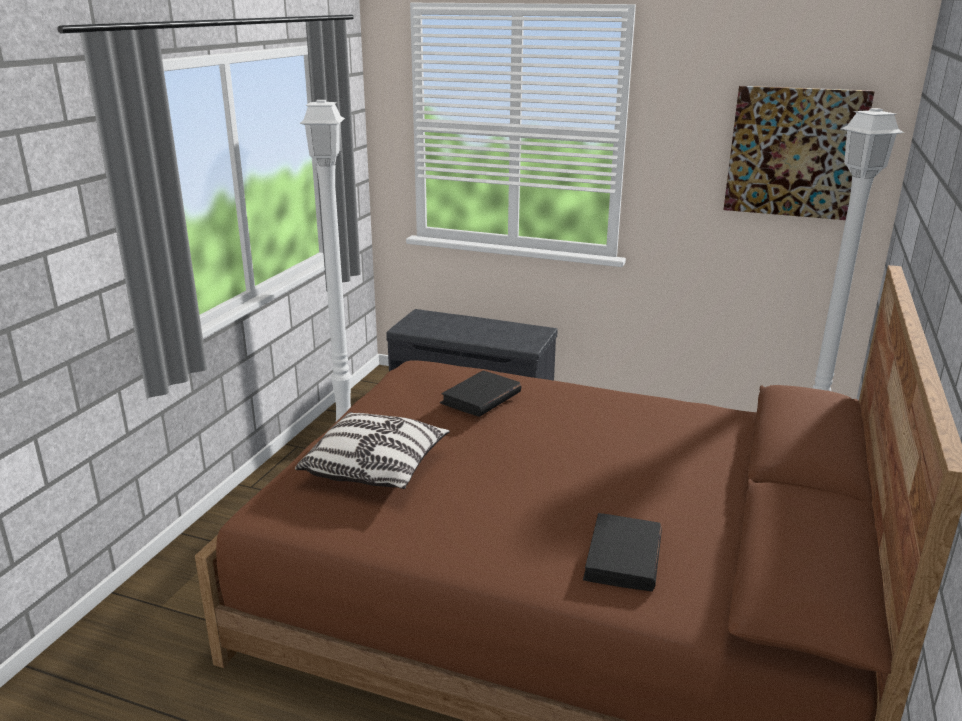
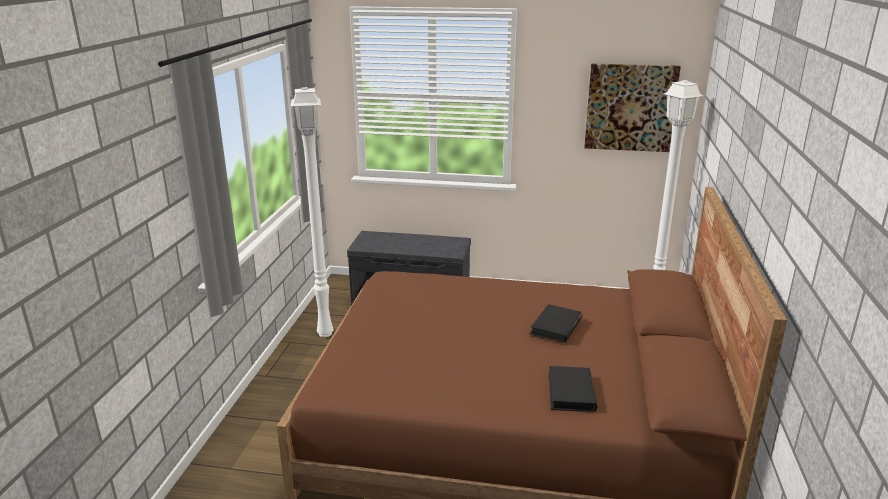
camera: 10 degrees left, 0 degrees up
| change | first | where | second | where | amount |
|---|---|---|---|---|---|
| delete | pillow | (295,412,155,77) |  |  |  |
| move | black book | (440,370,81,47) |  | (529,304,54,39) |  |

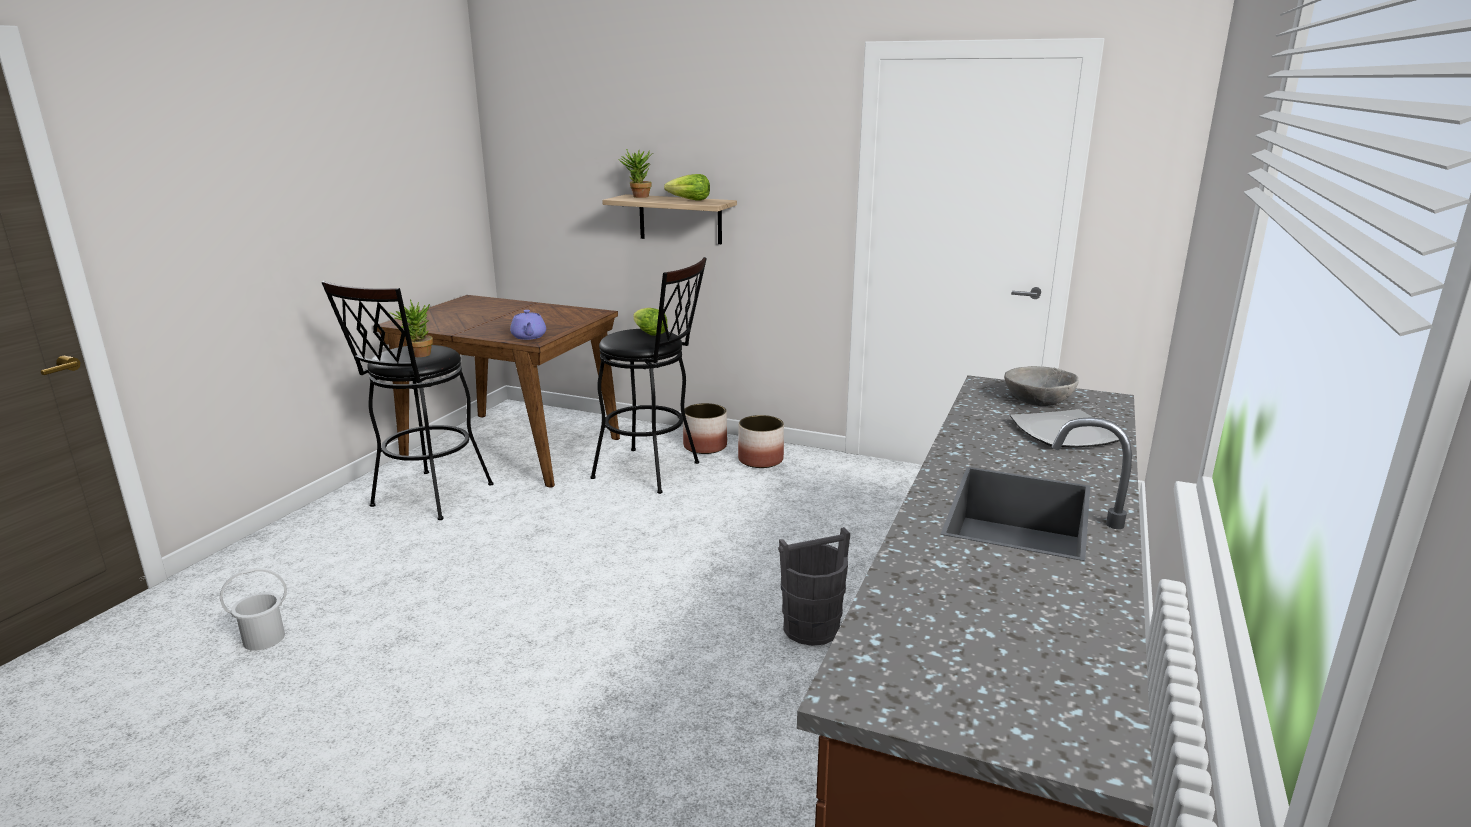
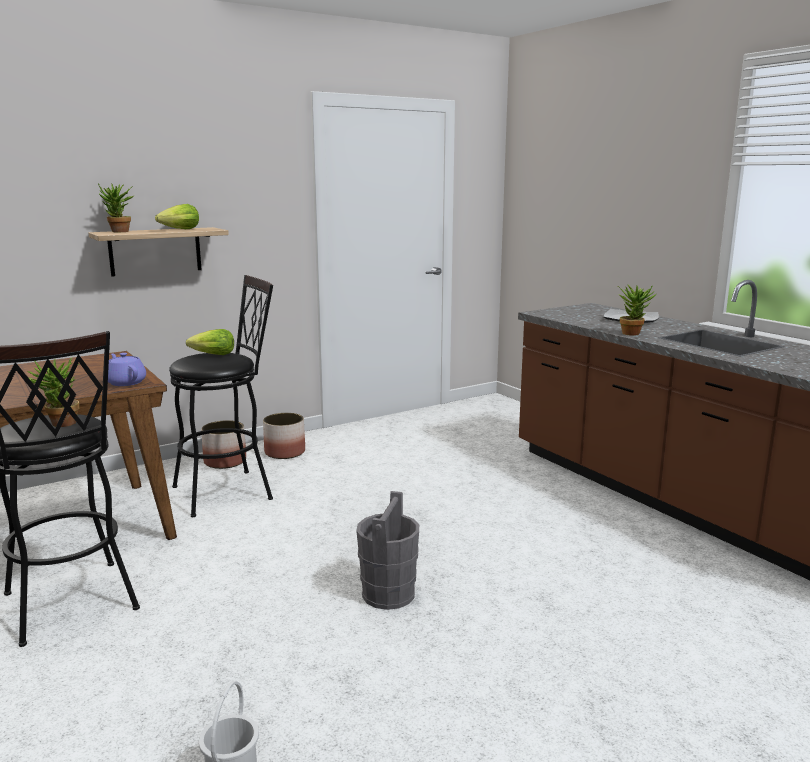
camera: 55 degrees left, 5 degrees down
| change | first | where | second | where | amount |
|---|---|---|---|---|---|
| rotate | purple teapot | (510,310,36,30) |  | (108,353,38,33) | 150 degrees counterclockwise |
| move | grey bucket | (778,527,72,119) |  | (356,491,63,119) |  |
| delete | grey bowl | (1004,366,75,40) |  |  |  |
| insert |  |  | potted plant | (618,285,38,51) |  |

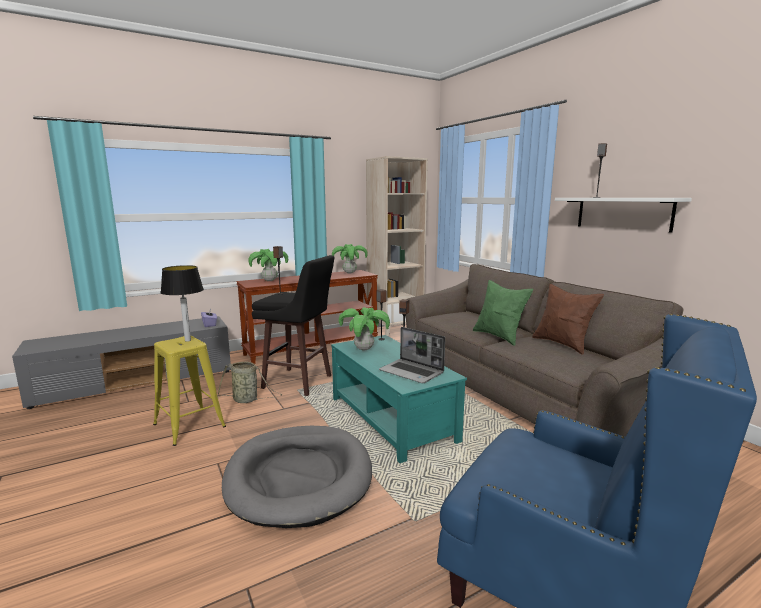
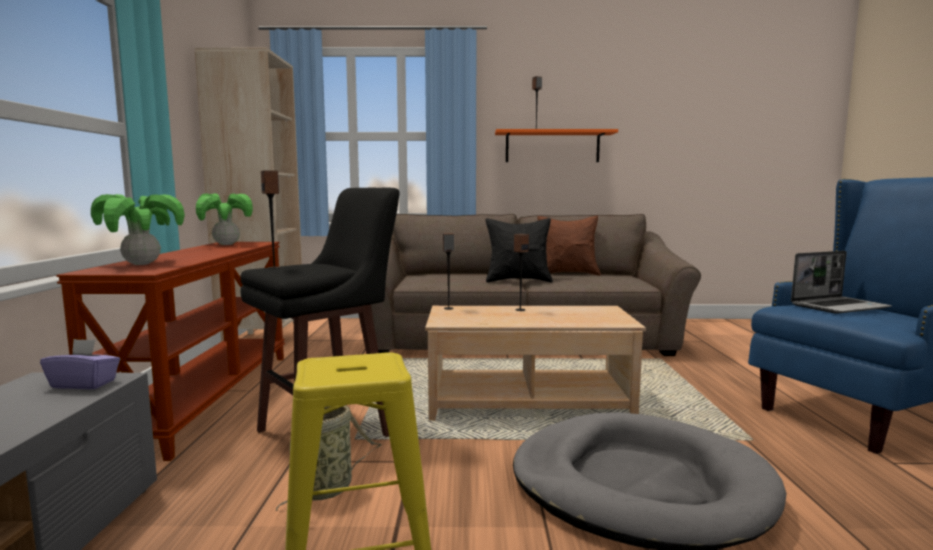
camera: 60 degrees left, 5 degrees down
| change | first | where | second | where | amount |
|---|---|---|---|---|---|
| delete | table lamp | (161,265,43,77) |  |  |  |
| recolor | turquoise coffee table | (331,335,136,128) | beige coffee table | (425,306,221,115) |  |
| delete | potted plant | (339,307,51,43) |  |  |  |
| move | laptop | (379,327,66,56) |  | (791,251,101,63) |  |
| recolor | green pillow | (473,280,60,66) | black pillow | (486,218,67,65) |  |
| recolor | white shelf | (555,198,137,35) | orange shelf | (495,129,123,33) |  |

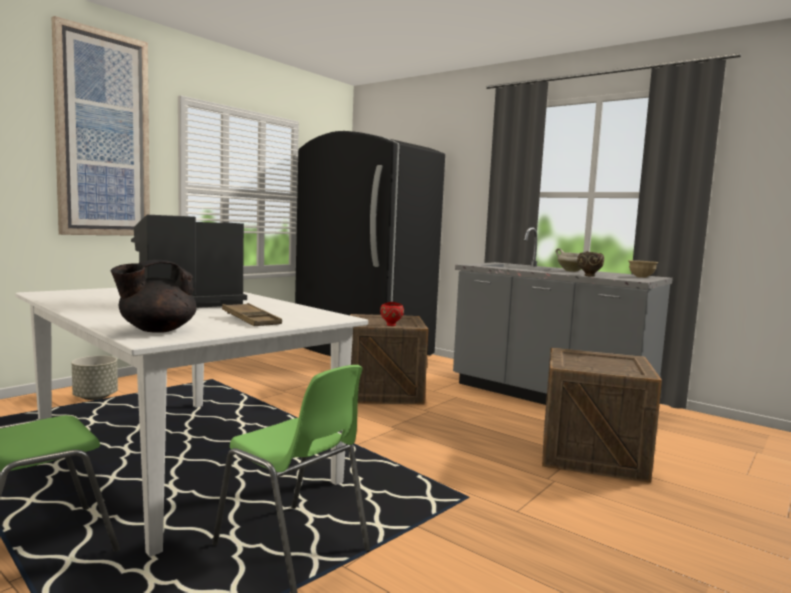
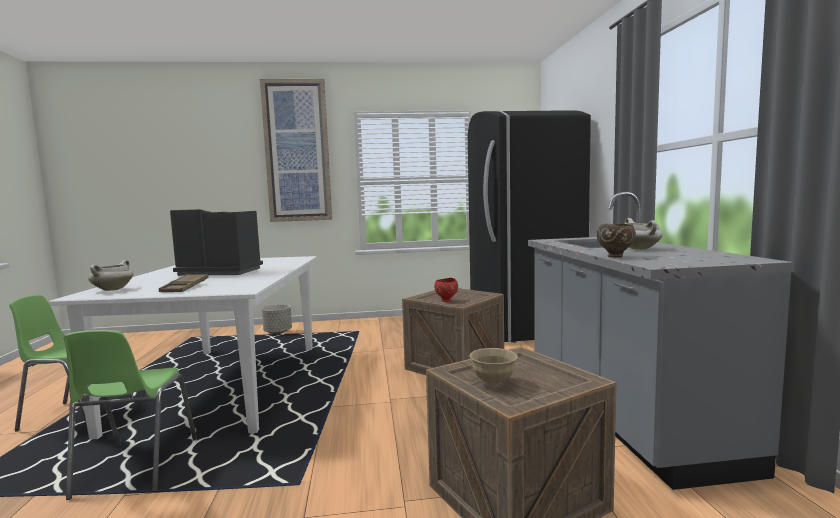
camera: 45 degrees right, 0 degrees up
| change | first | where | second | where | amount |
|---|---|---|---|---|---|
| replace | black teapot | (111,260,86,73) | white cooking pot | (88,260,45,31) |  |
| move | beige bowl | (628,260,31,18) |  | (470,348,48,37) |  |

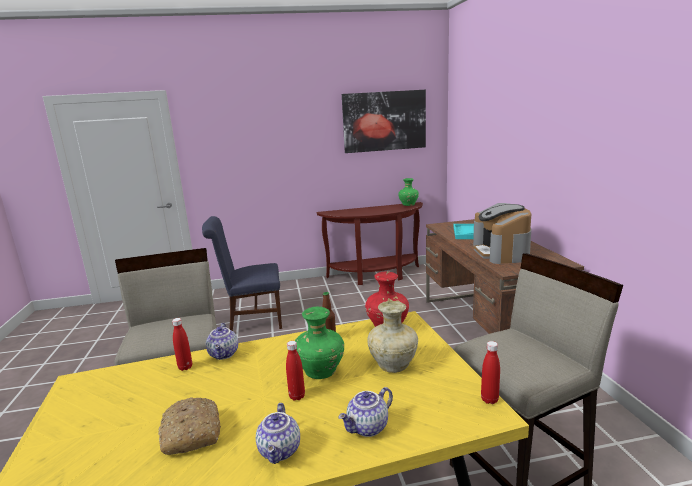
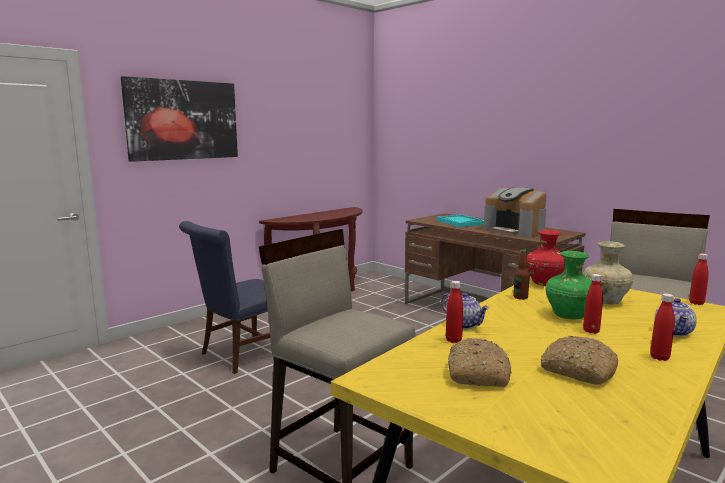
camera: 35 degrees left, 5 degrees down
| change | first | where | second | where | amount |
|---|---|---|---|---|---|
| replace | teapot | (256,403,44,61) | red bottle | (650,293,25,68) |  |
| move | picture | (342,90,84,63) |  | (121,76,117,86) |  |
| delete | green vase | (398,178,21,28) |  |  |  |
| insert |  |  | bread | (448,338,64,49) |  |

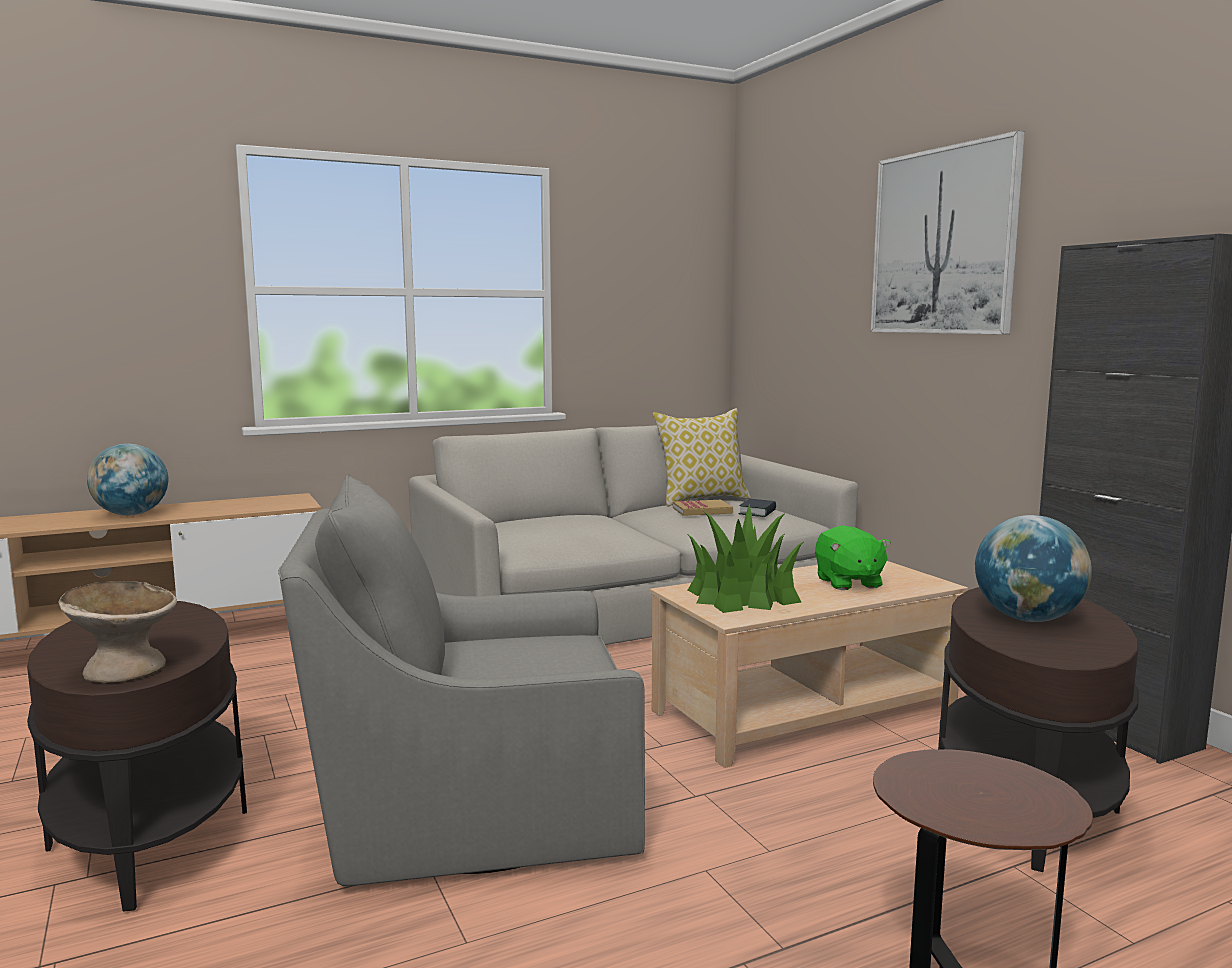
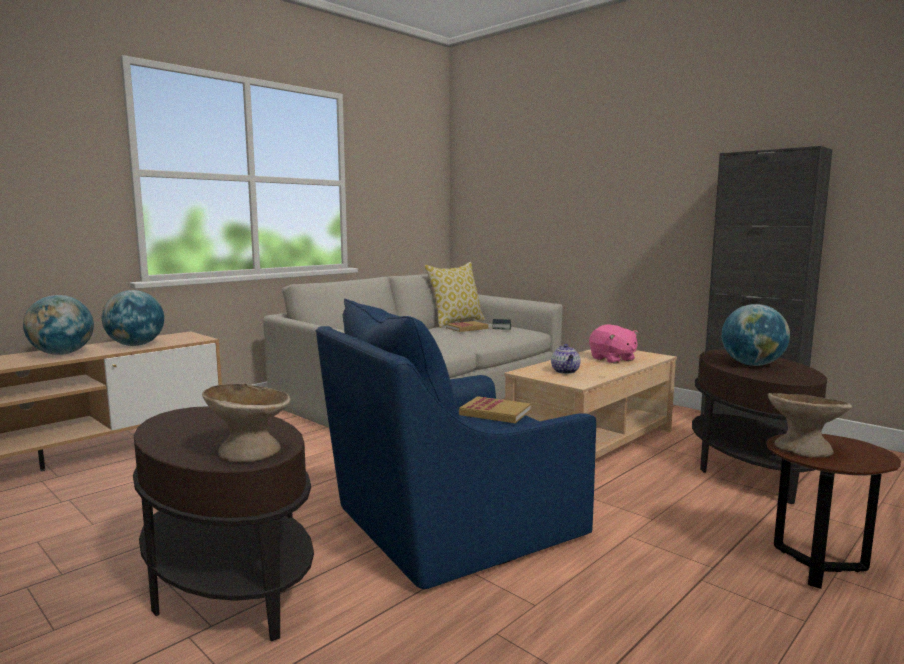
camera: 20 degrees left, 0 degrees up
| change | first | where | second | where | amount |
|---|---|---|---|---|---|
| recolor | grey armchair | (278,474,367,413) | blue armchair | (316,299,280,290) |  |
| replace | potted plant | (688,504,115,109) | teapot | (551,344,30,30) |  |
| recolor | green plush toy | (815,525,76,65) | pink plush toy | (589,324,50,40) |  |
| delete | picture | (871,131,154,203) |  |  |  |
| insert |  |  | globe | (102,290,62,56) |  |
| insert |  |  | book | (459,396,72,27) |  |
| insert |  |  | beige bowl | (768,393,84,64) |  |

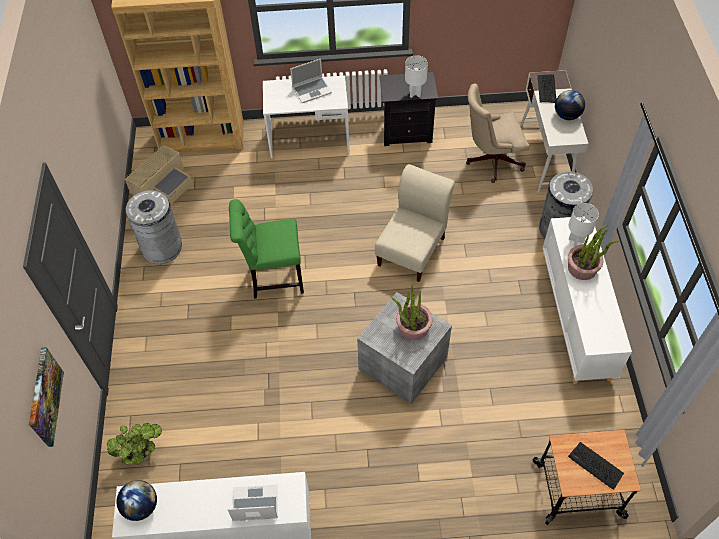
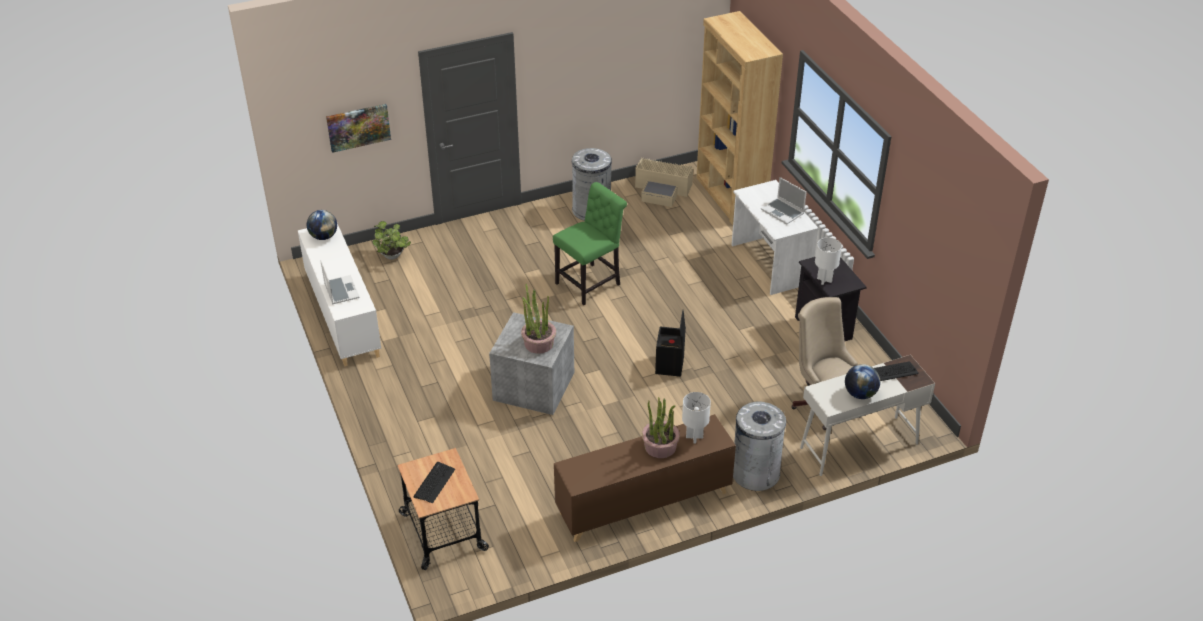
camera: 70 degrees right, 15 degrees down
| change | first | where | second | where | amount |
|---|---|---|---|---|---|
| rotate | green chair | (229,199,75,100) |  | (553,182,74,123) | 75 degrees clockwise |
| replace | beige chair | (375,164,80,118) | black storage box | (655,310,31,67) |  |
| recolor | white cabinet | (543,217,89,167) | brown cabinet | (554,414,182,128) |  |

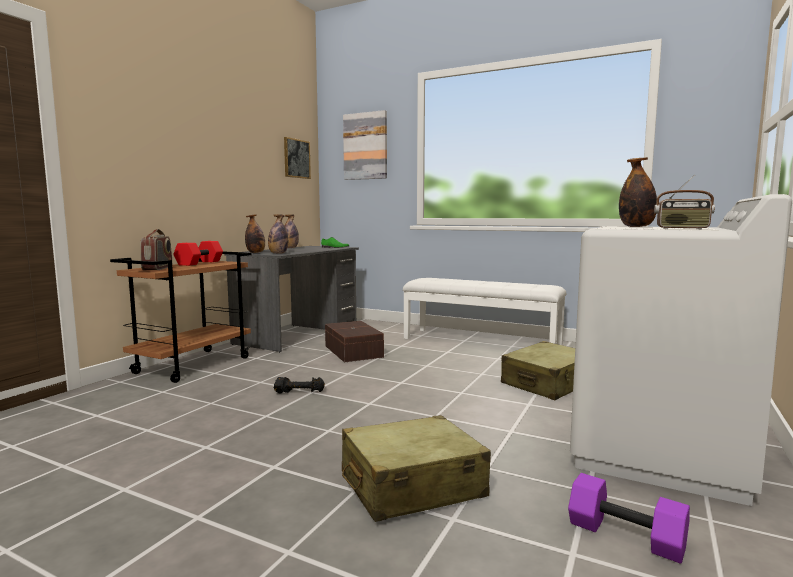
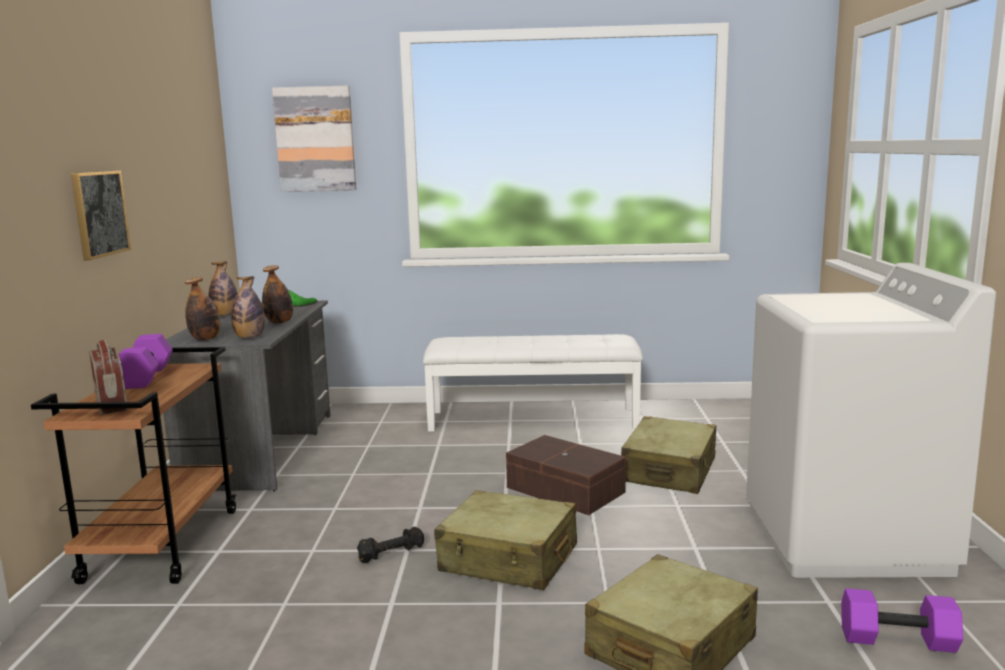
camera: 25 degrees left, 5 degrees up
| change | first | where | second | where | amount |
|---|---|---|---|---|---|
| recolor | red dumbbell | (173,241,50,25) | purple dumbbell | (119,334,54,55) |  |
| move | picture | (284,137,27,42) |  | (71,170,60,90) |  |
| move | brown storage box | (325,321,59,41) |  | (506,435,120,80) |  |
| move | bottle | (619,157,38,70) |  | (262,265,31,59) |  |
| delete | radio | (654,174,61,56) |  |  |  |
| insert |  |  | beige suitcase | (434,490,143,100) |  |

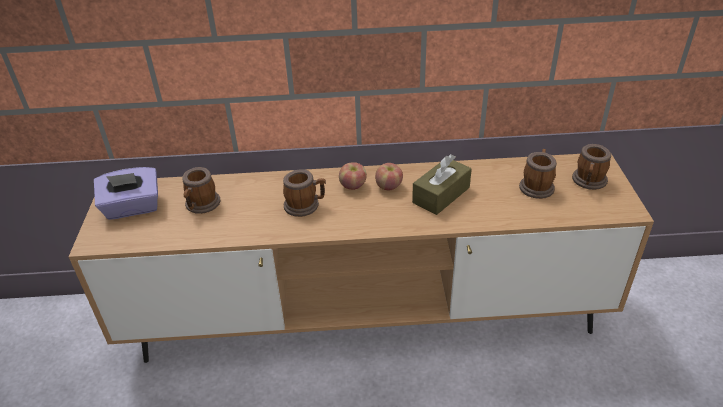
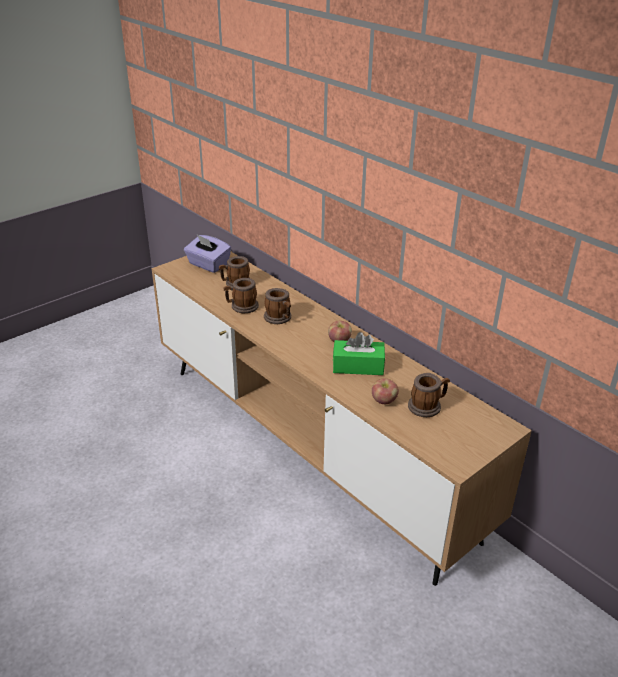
camera: 50 degrees right, 5 degrees down
| change | first | where | second | where | amount |
|---|---|---|---|---|---|
| move | apple | (339,162,28,28) |  | (372,378,27,26) |  |
| recolor | brown tissue box | (412,154,60,61) | green tissue box | (333,332,52,43) |  |
| move | mug | (572,144,39,46) |  | (224,278,35,35) |  |

